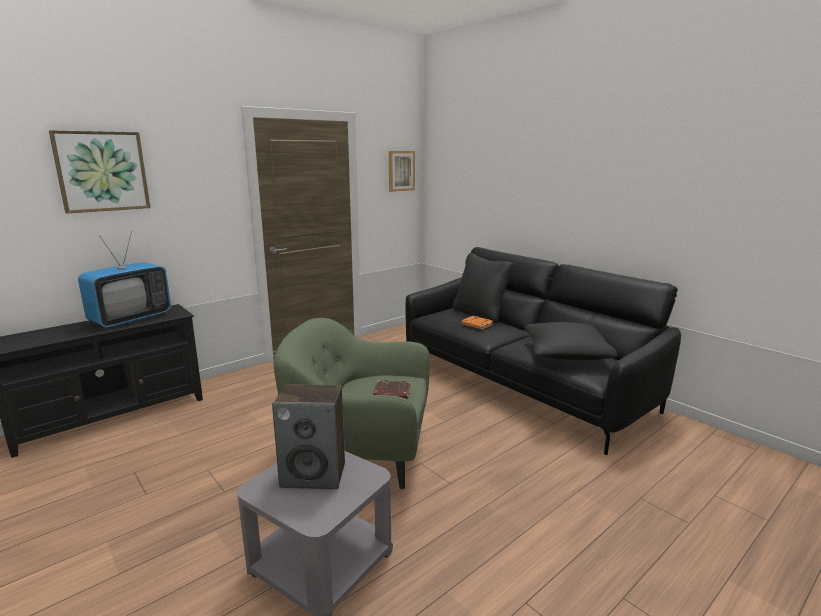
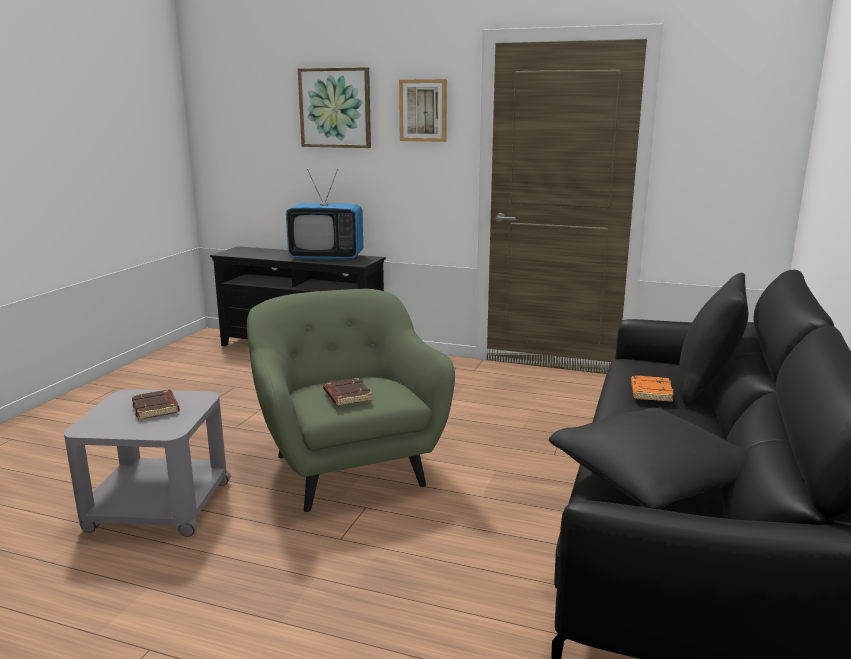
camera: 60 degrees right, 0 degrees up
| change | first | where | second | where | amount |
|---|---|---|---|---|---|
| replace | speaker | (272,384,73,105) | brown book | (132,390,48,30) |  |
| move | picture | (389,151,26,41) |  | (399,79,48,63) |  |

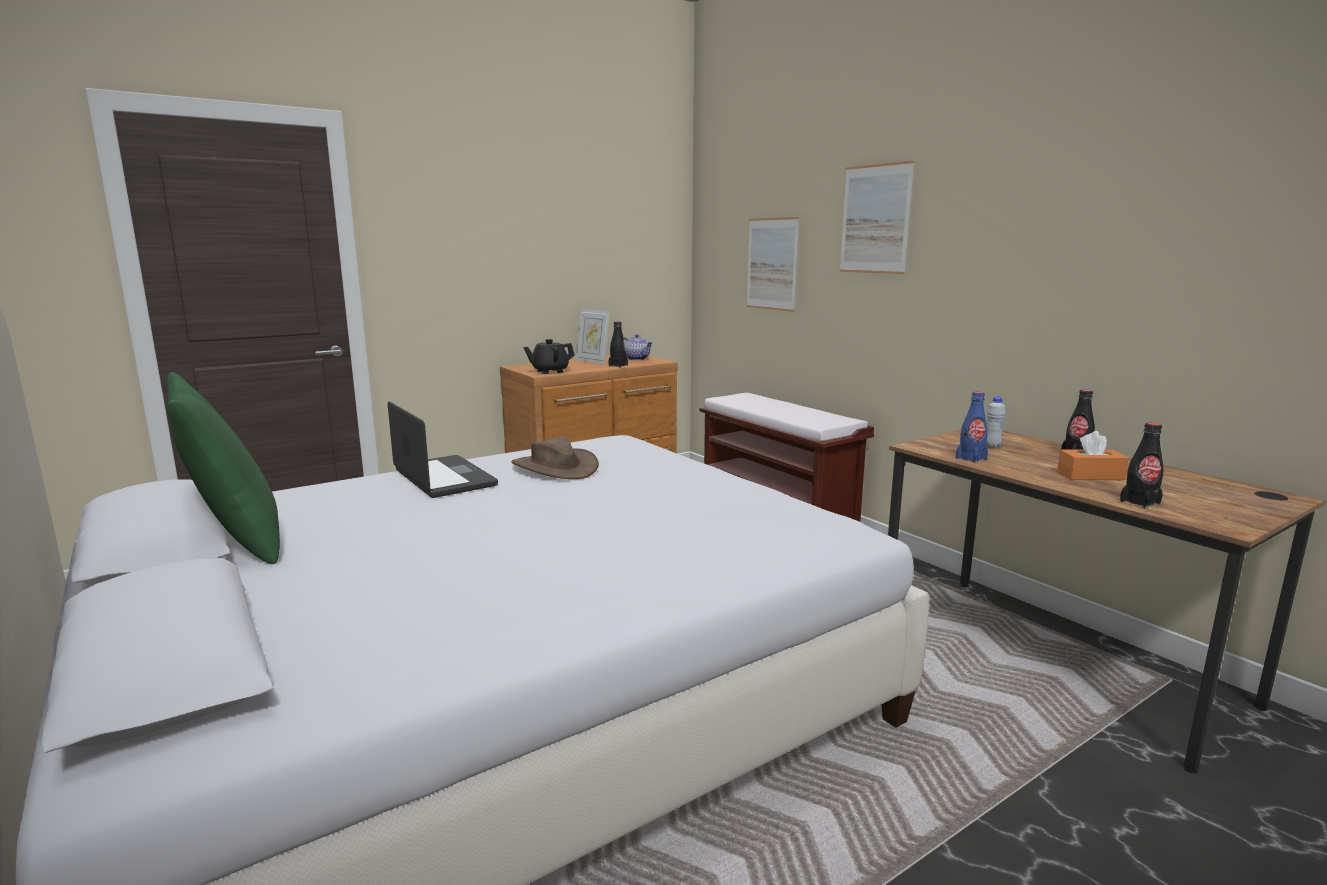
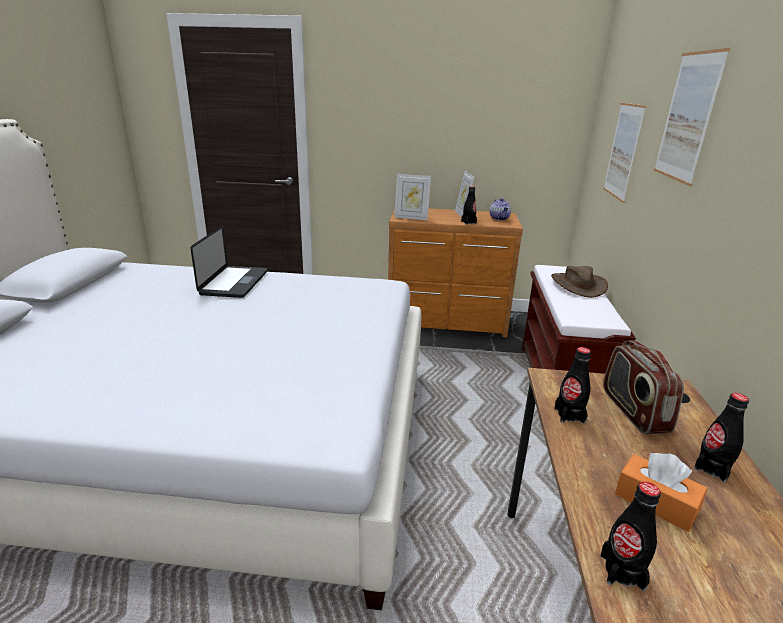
camera: 40 degrees right, 10 degrees up
| change | first | where | second | where | amount |
|---|---|---|---|---|---|
| delete | green pillow | (167,372,113,192) |  |  |  |
| move | brown hat | (511,436,88,43) |  | (551,266,57,32) |  |
| replace | black teapot | (523,339,52,35) | picture frame | (394,174,37,46) |  |
| recolor | blue bottle | (956,392,32,71) | black bottle | (554,347,37,77) |  |
| replace | white bottle | (986,396,20,52) | radio | (603,341,81,93) |  |

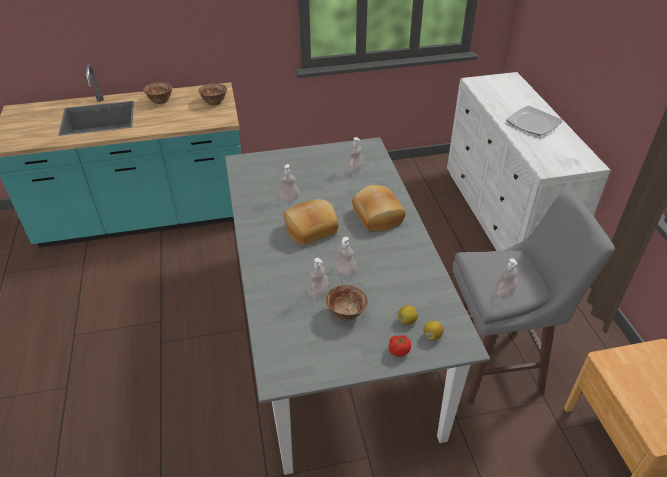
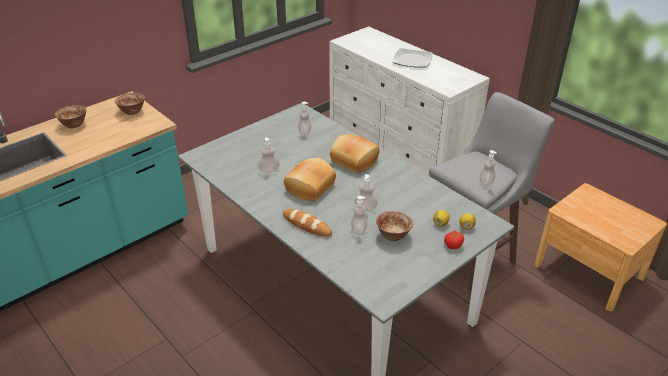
camera: 30 degrees left, 5 degrees down
| change | first | where | second | where | amount |
|---|---|---|---|---|---|
| insert |  |  | bread | (283,209,49,28) |  |

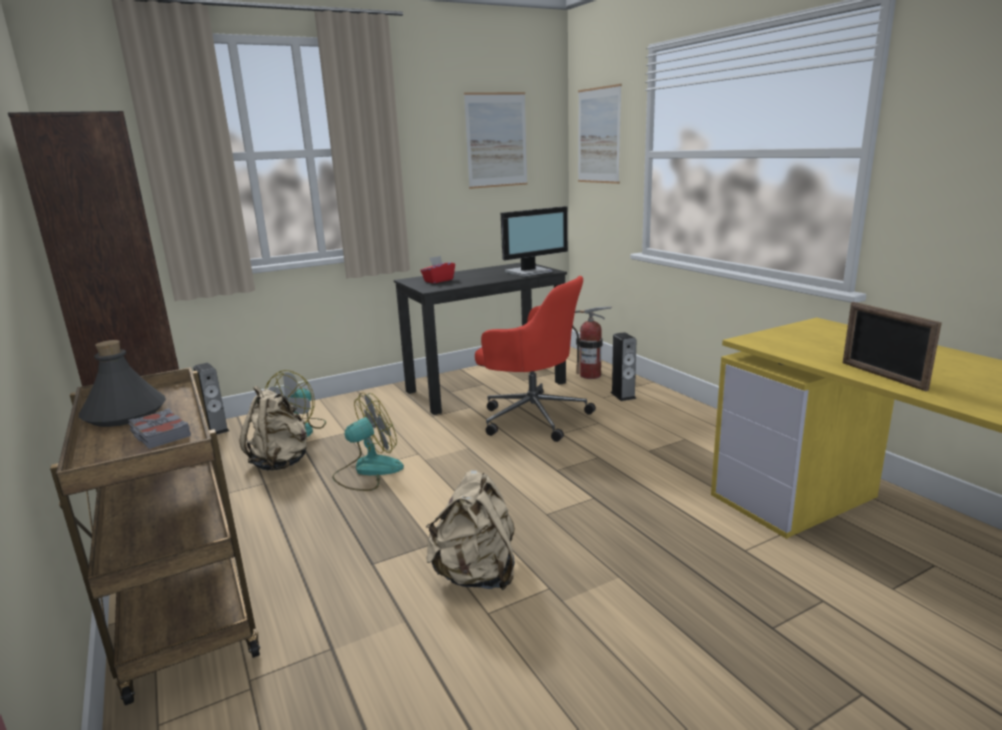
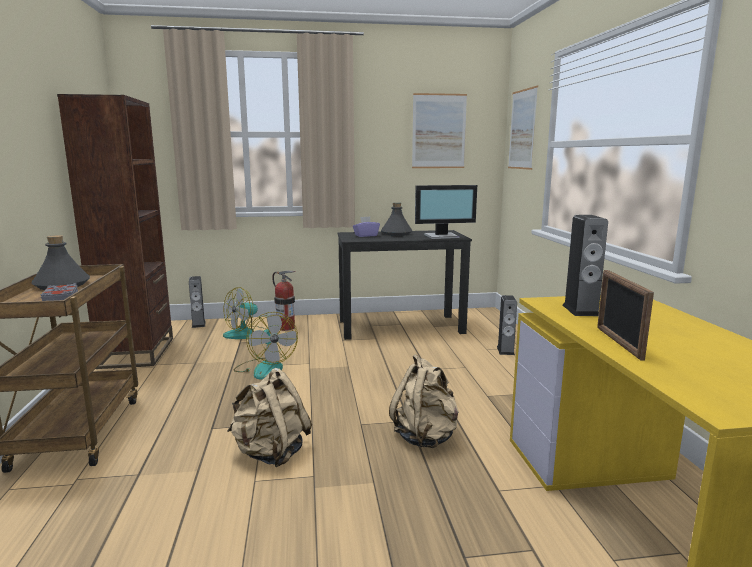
camera: 20 degrees right, 5 degrees down
| change | first | where | second | where | amount |
|---|---|---|---|---|---|
| move | beige backpack | (239,386,68,84) |  | (389,354,70,94) |  |
| rotate | fan | (332,393,72,98) |  | (234,312,64,67) | 75 degrees clockwise |
| recolor | red tissue box | (420,256,35,27) | purple tissue box | (353,216,27,21) |  |
| delete | red office chair | (475,276,121,166) |  |  |  |
| move | fire extinguisher | (572,306,40,73) |  | (272,271,24,60) |  |
| insert |  |  | grey bottle | (381,202,32,34) |  |
| insert |  |  | speaker | (563,215,45,101) |  |

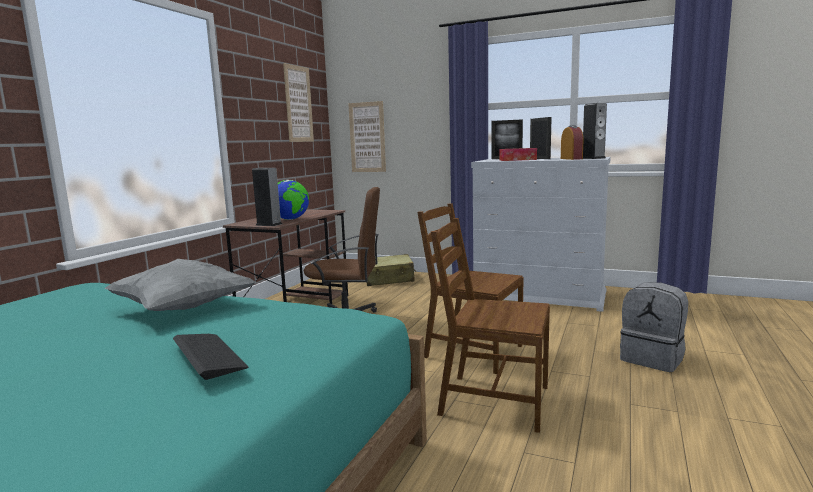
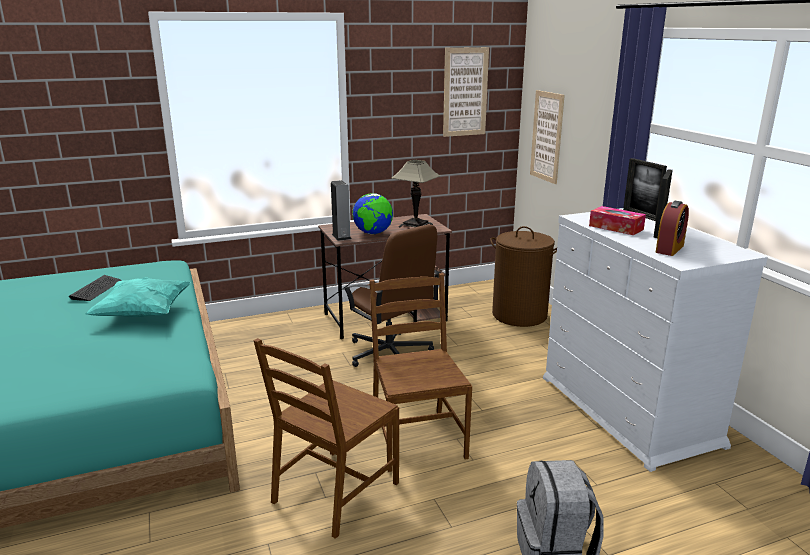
camera: 45 degrees right, 10 degrees up
| change | first | where | second | where | amount |
|---|---|---|---|---|---|
| recolor | grey pillow | (104,259,151,52) | turquoise pillow | (85,277,105,40) |  |
| move | keyboard | (173,334,75,46) |  | (69,275,53,26) |  |
| replace | beige suitcase | (366,254,50,32) | brown laundry basket | (490,226,67,101) |  |
| rotate | brown chair | (431,218,119,215) |  | (253,338,146,201) | 120 degrees counterclockwise |
| delete | speaker | (583,103,24,56) |  |  |  |
| insert |  |  | table lamp | (391,160,49,67) |  |

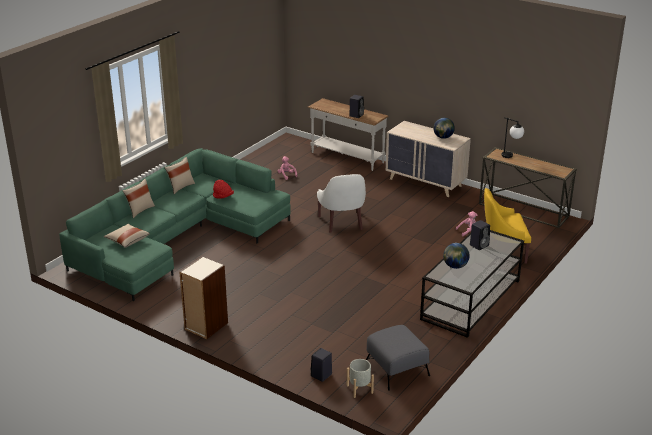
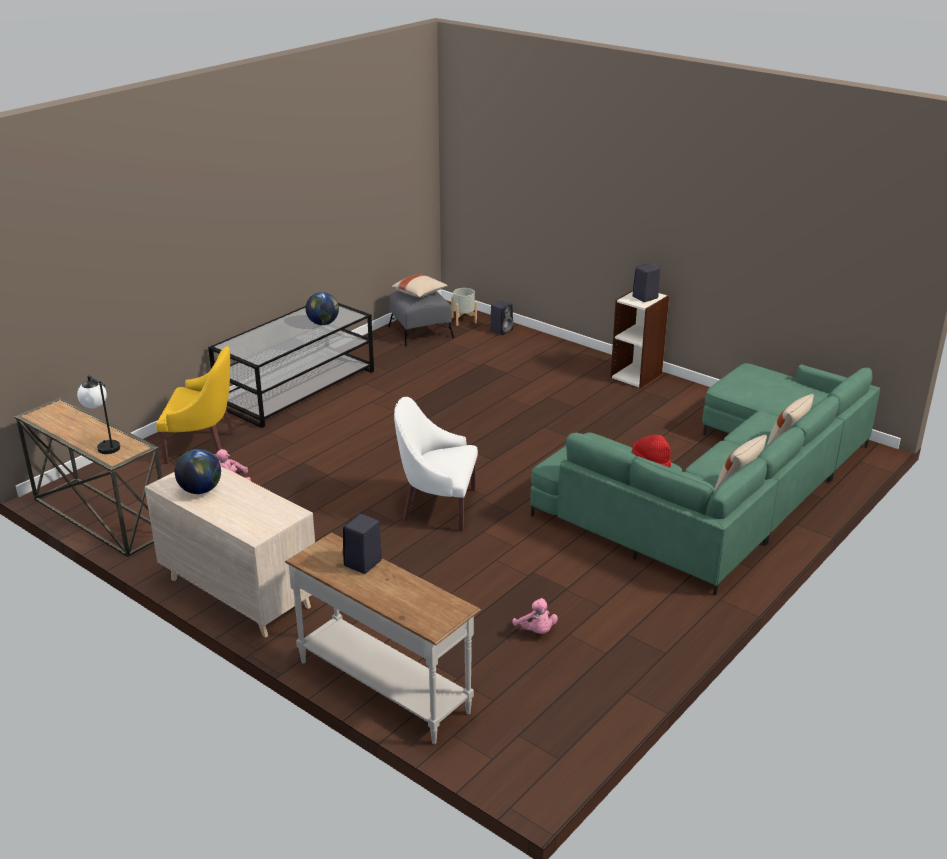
camera: 175 degrees left, 0 degrees up
| change | first | where | second | where | amount |
|---|---|---|---|---|---|
| move | beige pillow | (104,224,46,24) |  | (392,274,56,24) |  |
| rotate | white armchair | (317,174,49,59) |  | (394,397,84,135) | 75 degrees counterclockwise |
| move | black speaker | (470,220,20,30) |  | (633,263,27,39) |  |

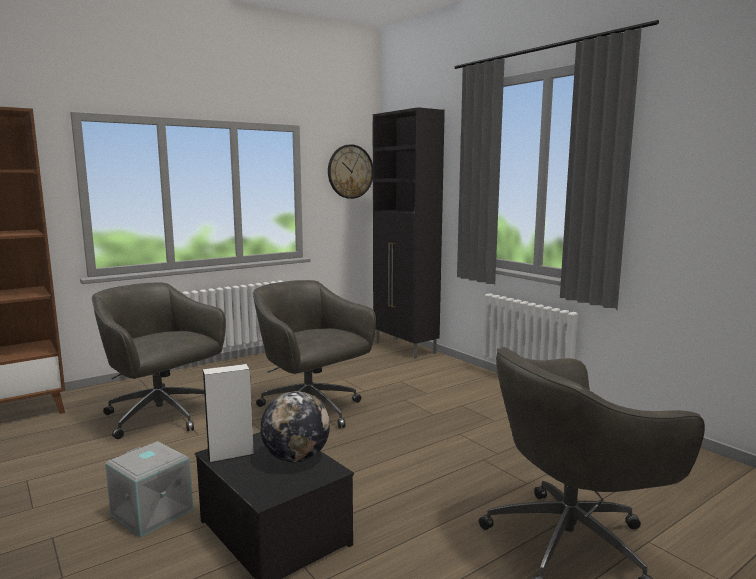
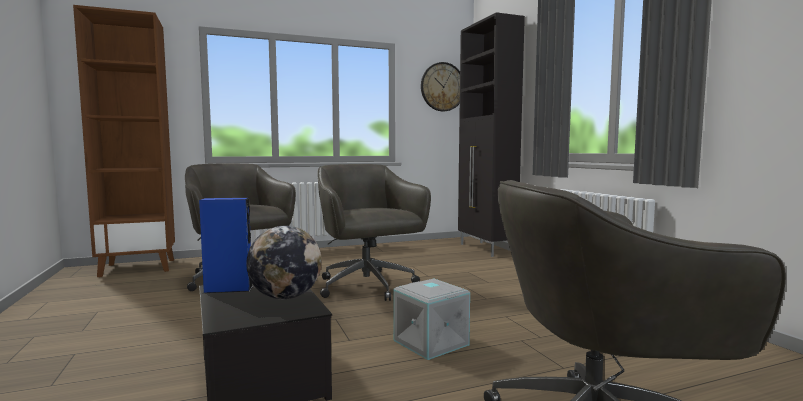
camera: 15 degrees right, 5 degrees down
| change | first | where | second | where | amount |
|---|---|---|---|---|---|
| move | grey storage box | (105,441,88,96) |  | (393,279,77,81) |  |
| recolor | white speaker | (203,364,51,99) | blue speaker | (199,198,54,95) |  |

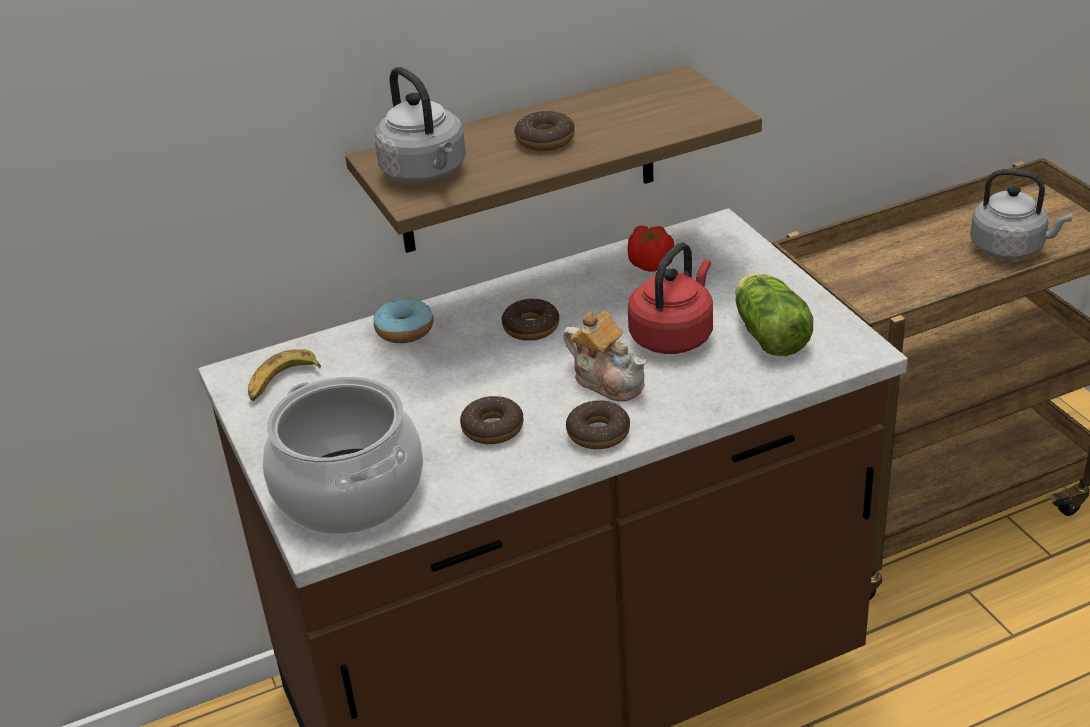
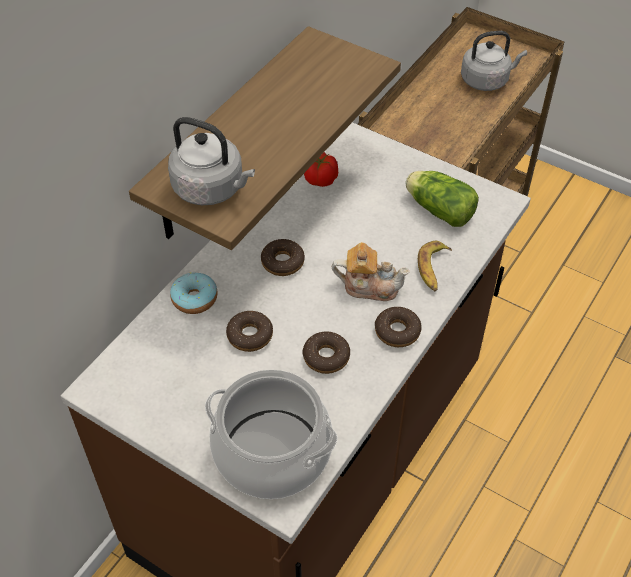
camera: 35 degrees left, 15 degrees up
| change | first | where | second | where | amount |
|---|---|---|---|---|---|
| move | banana | (248,349,73,52) |  | (418,241,34,50) |  |
| move | donut | (514,111,61,40) |  | (226,311,47,41) |  |
| delete | red kettle | (628,243,85,111) |  |  |  |

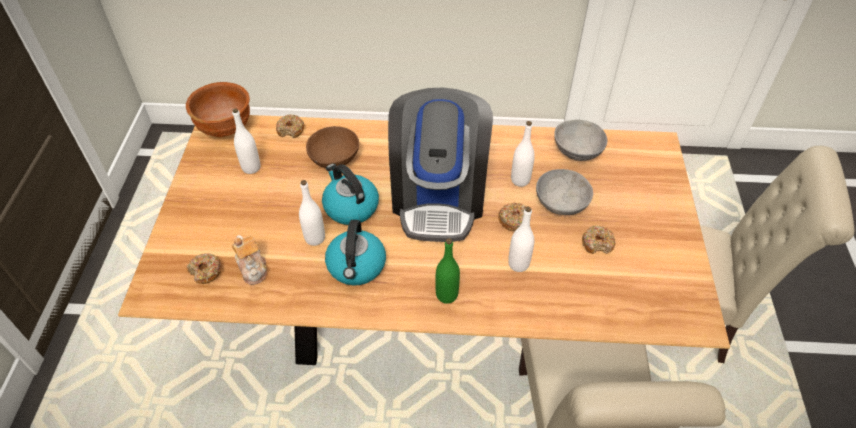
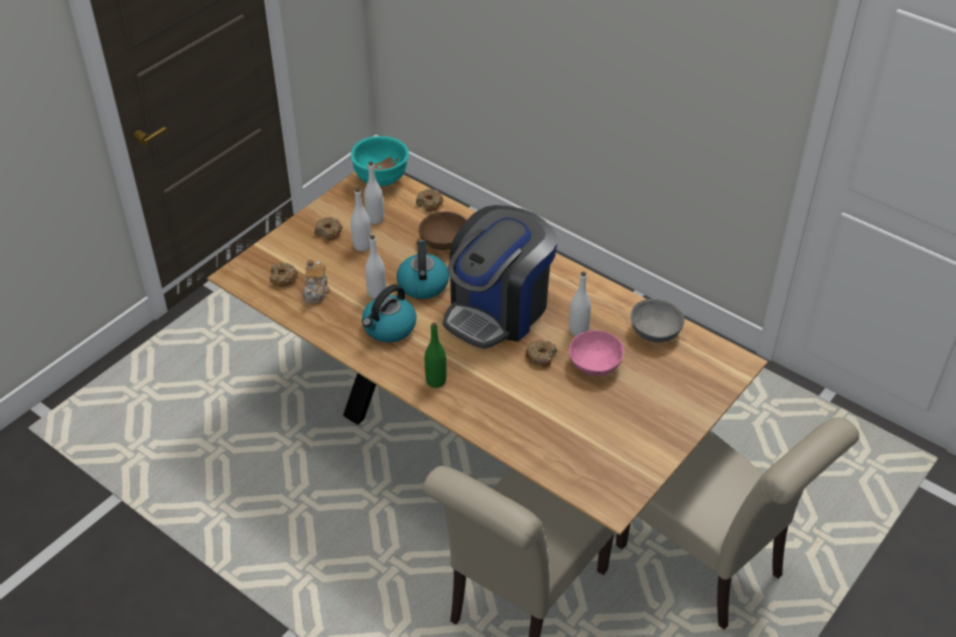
camera: 35 degrees right, 5 degrees down
| change | first | where | second | where | amount |
|---|---|---|---|---|---|
| recolor | brown bowl | (186,82,64,55) | turquoise bowl | (351,136,58,50) |  |
| move | white bottle | (508,207,26,65) |  | (351,188,20,63) |  |
| recolor | grey bowl | (536,169,57,46) | pink bowl | (569,330,55,46) |  |
| move | donut | (582,225,34,29) |  | (314,217,29,23) |  |

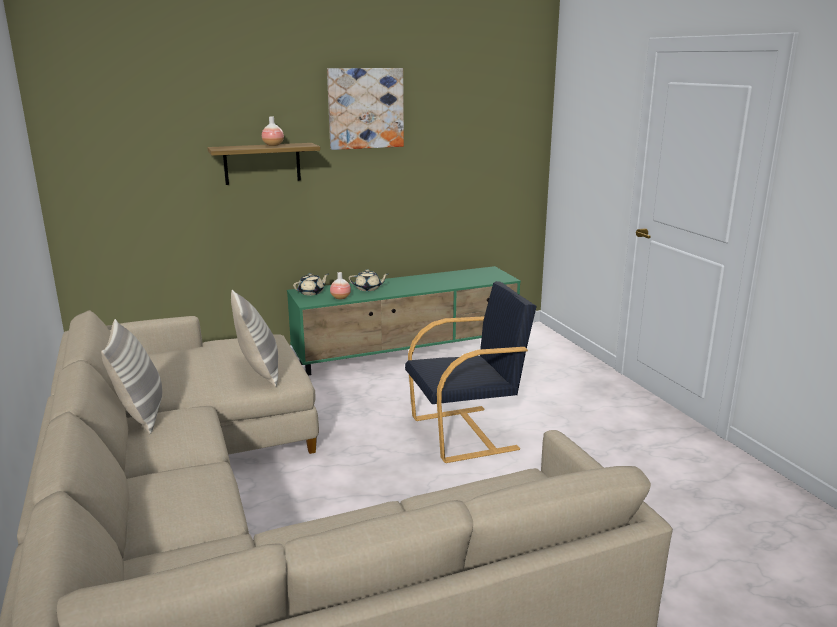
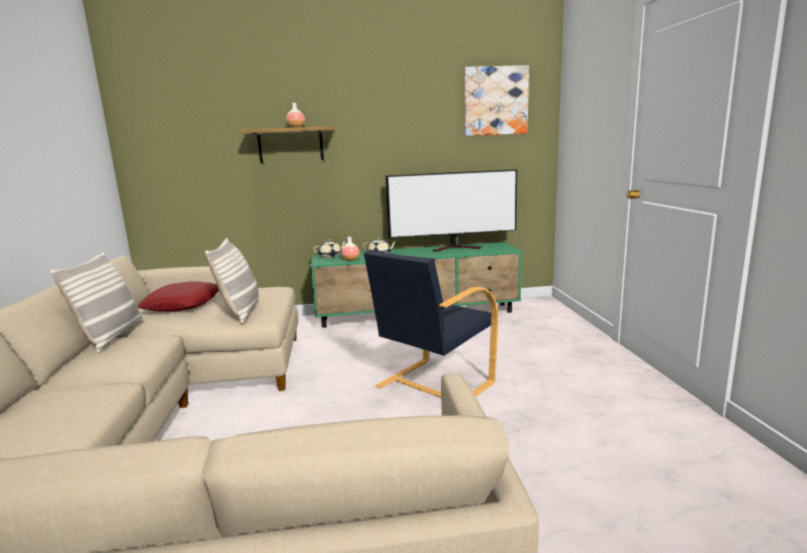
camera: 15 degrees right, 5 degrees down
| change | first | where | second | where | amount |
|---|---|---|---|---|---|
| move | picture | (327,68,77,82) |  | (464,65,65,71) |  |
| rotate | black armchair | (405,281,132,182) |  | (364,250,134,148) | 135 degrees clockwise |
| insert |  |  | red pillow | (138,281,81,31) |  |
| insert |  |  | television | (386,169,131,83) |  |

